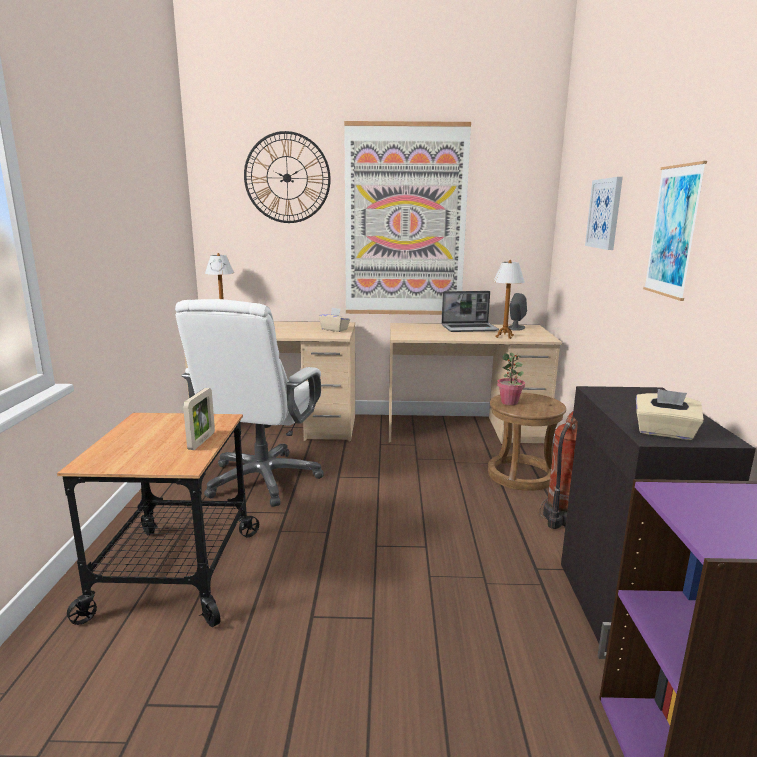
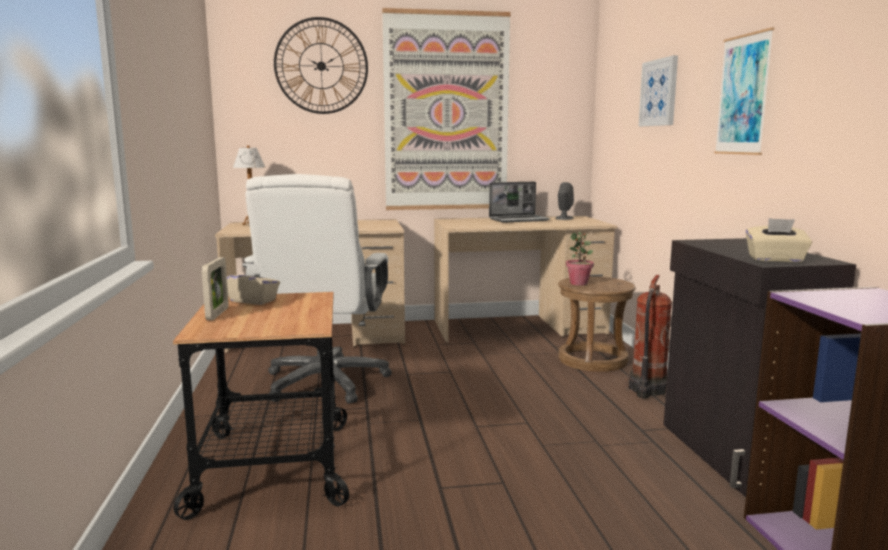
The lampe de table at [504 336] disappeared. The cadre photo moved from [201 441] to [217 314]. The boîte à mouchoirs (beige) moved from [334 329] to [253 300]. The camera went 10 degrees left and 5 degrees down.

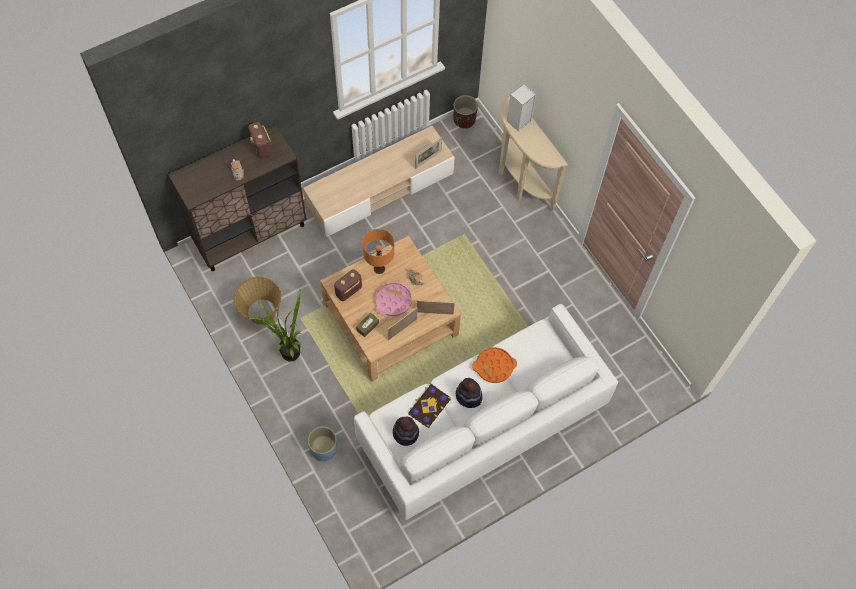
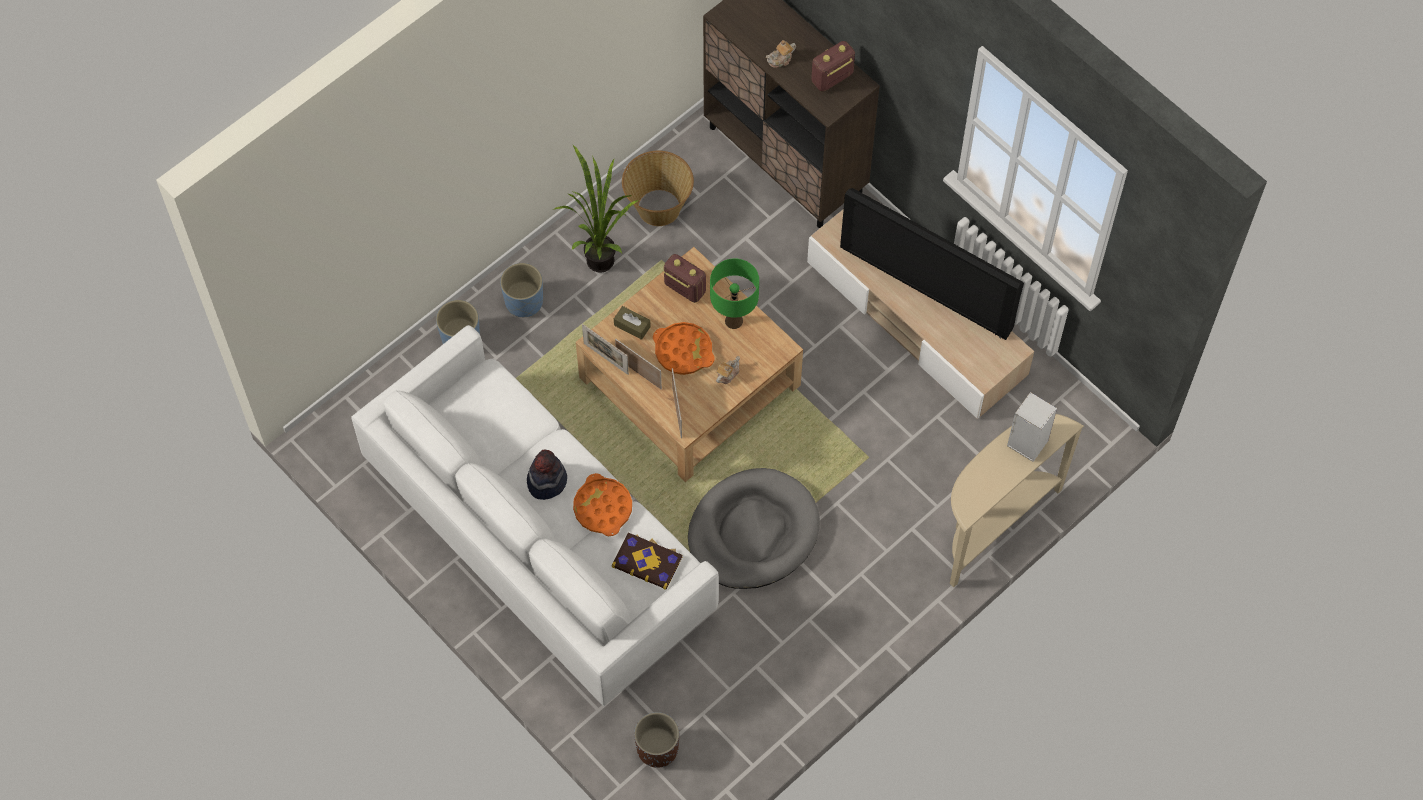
The chapeau at [406 432] disappeared. The cache-pot (bleu) at [524 302] appeared. The panier pour chien (gris) at [753 532] appeared. The téléviseur at [929 284] appeared. The livre moved from [429 406] to [647 561]. The cadre photo moved from [428 160] to [606 358]. The cache-pot (marron) moved from [464 119] to [657 748]. The lampe de table (orange) at [379 268] became the lampe de table (vert) at [734 321]. The plateau (rose) at [393 301] became the plateau (orange) at [683 351]. The camera went 80 degrees right and 0 degrees up.

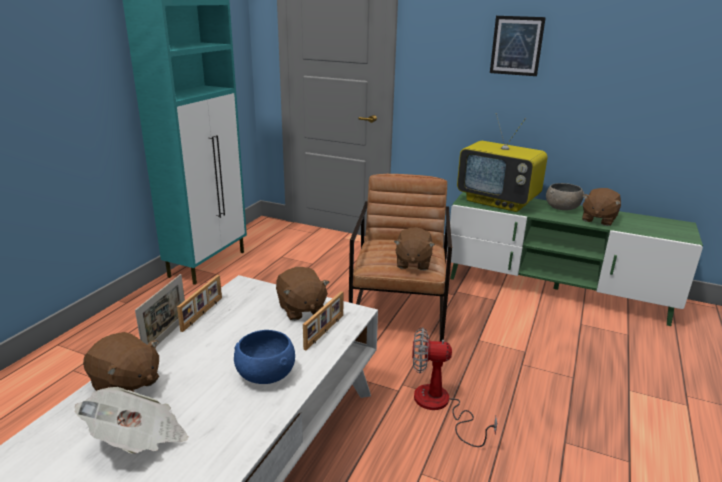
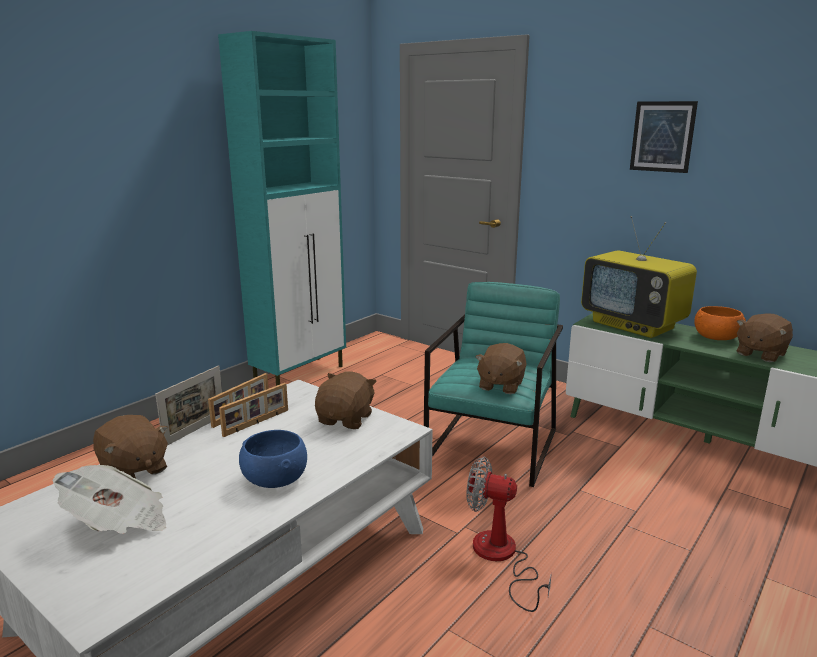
The cadre photo moved from [325 332] to [257 423]. The fauteuil (marron) at [399 311] became the fauteuil (turquoise) at [493 446]. The bol (gris) at [562 208] became the bol (orange) at [716 338]. The peluche (marron) at [301 309] turned 150 degrees counterclockwise. The camera went 15 degrees right and 5 degrees down.

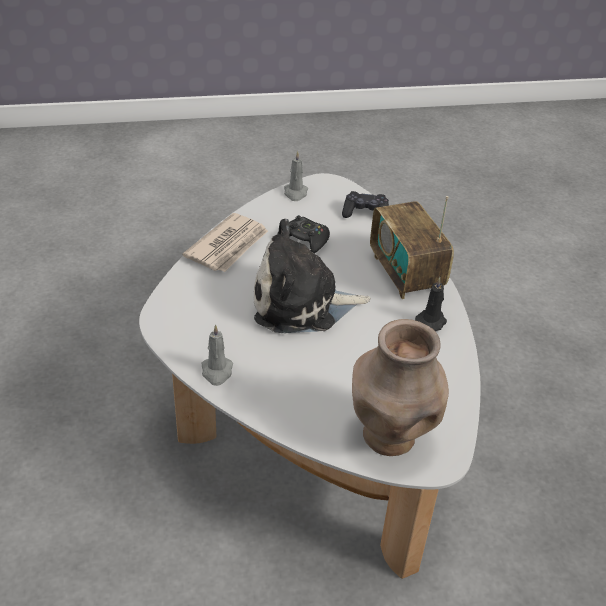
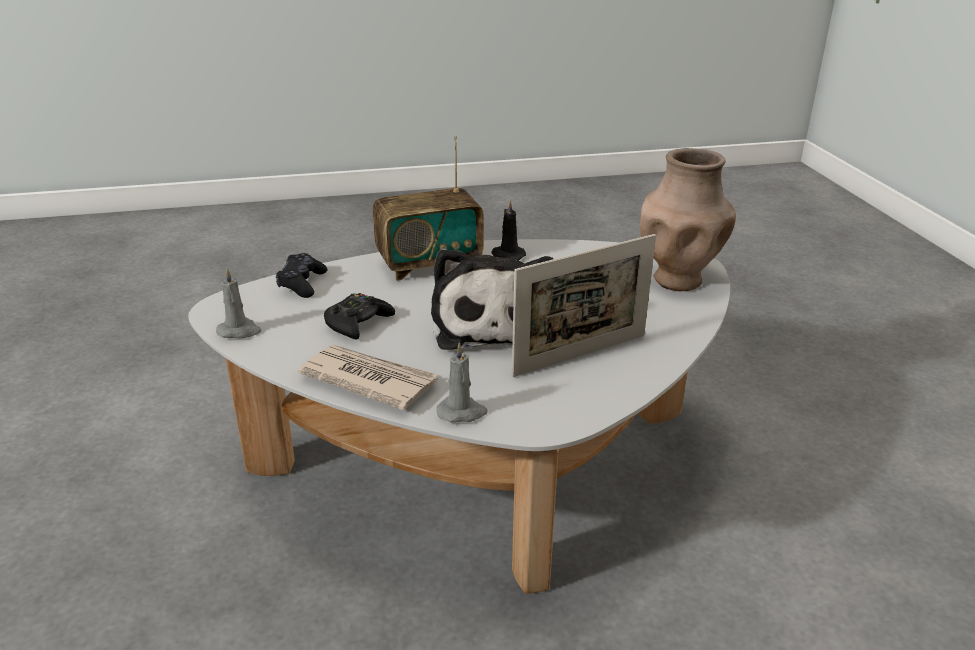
The cadre photo at [580 355] appeared. The bougie (gris) moved from [217 372] to [462 412]. The camera went 90 degrees left and 10 degrees down.

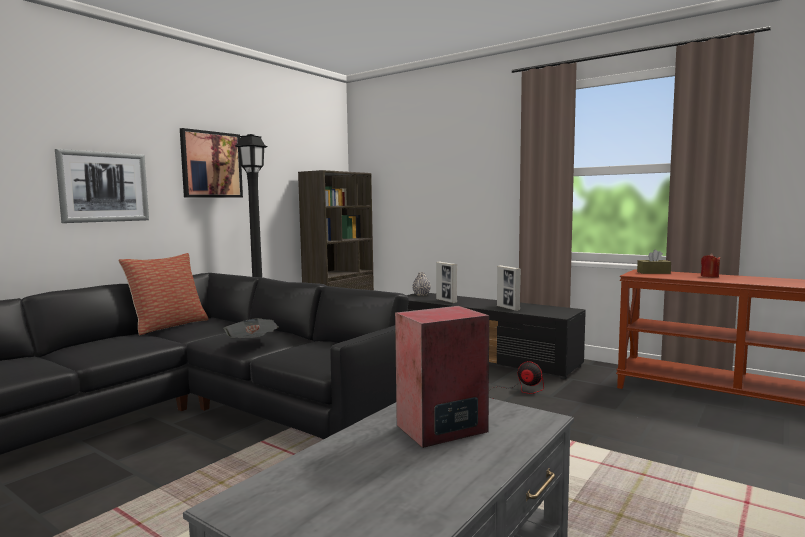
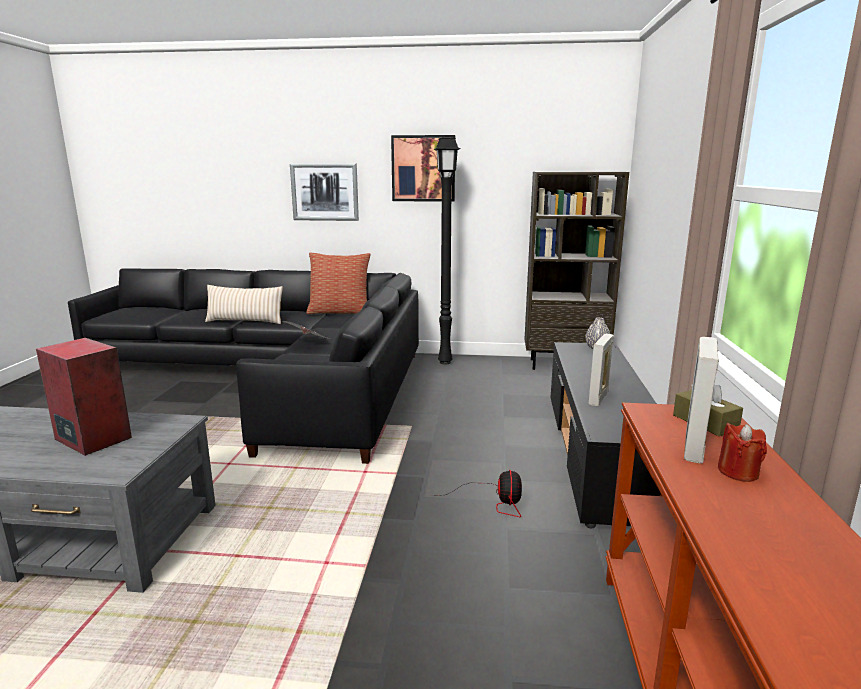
The coussin (beige) at [245 321] appeared. The cadre photo moved from [446 301] to [694 447]. The camera went 60 degrees right and 10 degrees up.

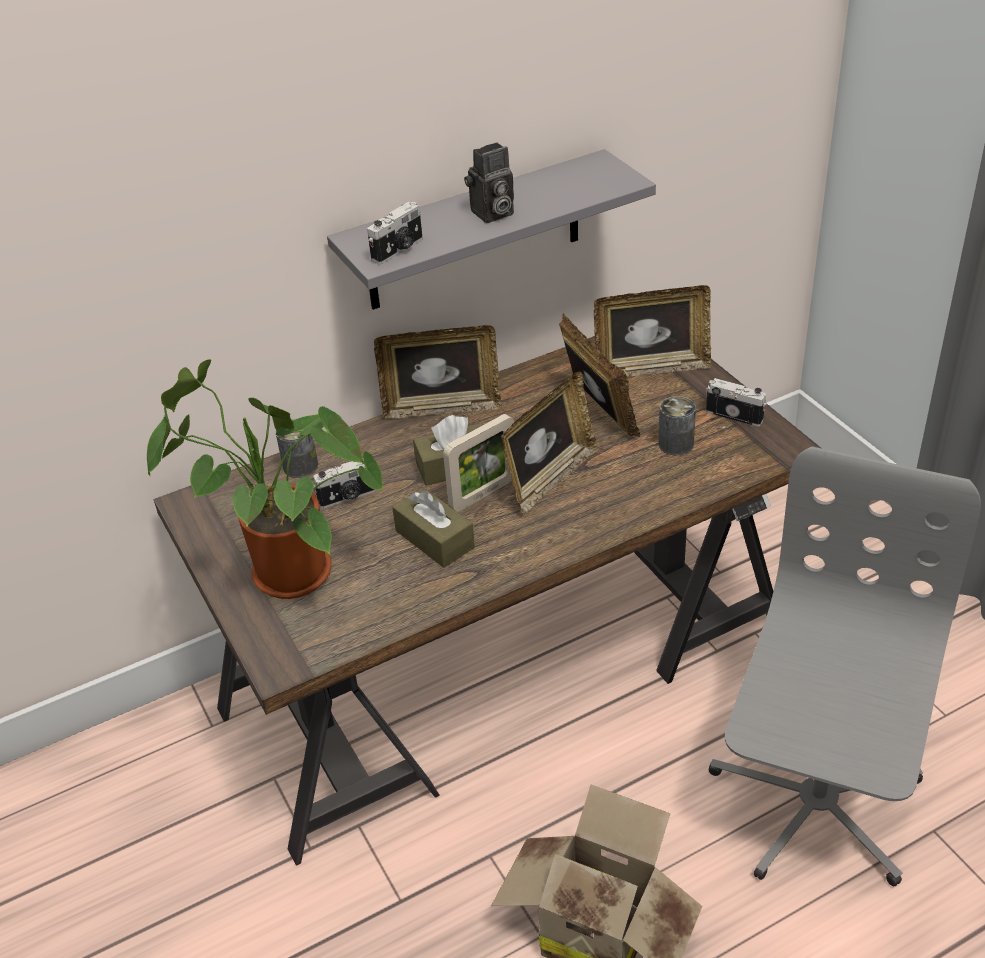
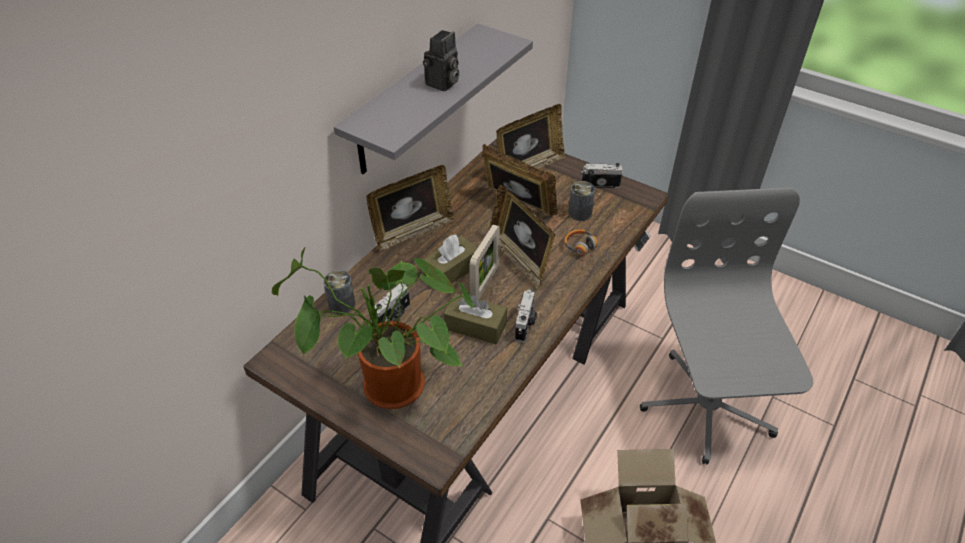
The casque audio at [587 253] appeared. The appareil photo moved from [399 250] to [525 324]. The cadre photo at [549 478] turned 135 degrees clockwise. The camera went 30 degrees left and 5 degrees up.

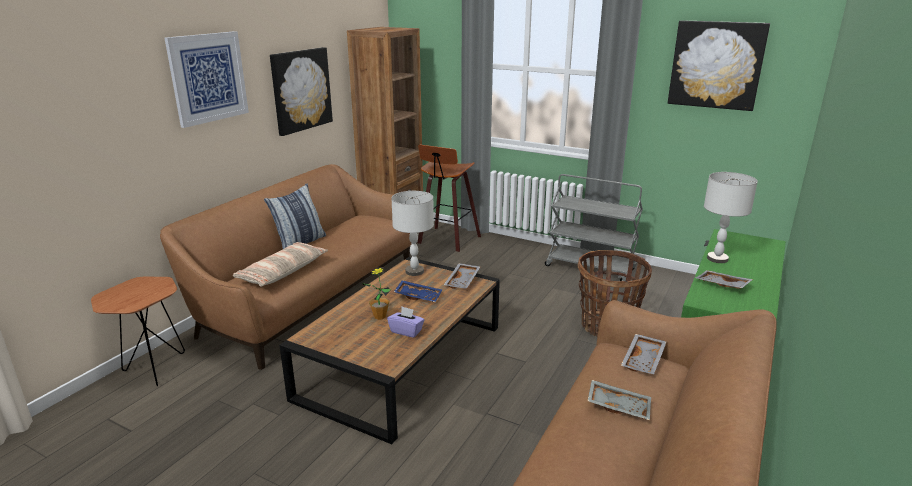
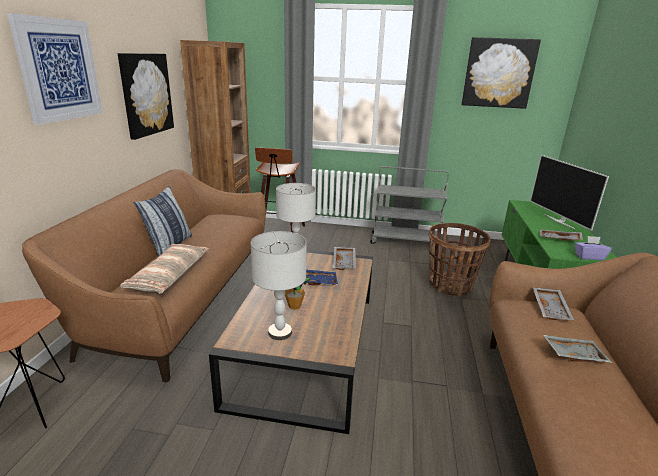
The téléviseur at [559 221] appeared. The boîte à mouchoirs (violet) moved from [406 331] to [589 257]. The lampe de table (gris) moved from [717 259] to [279 333]. The camera went 20 degrees left and 0 degrees up.

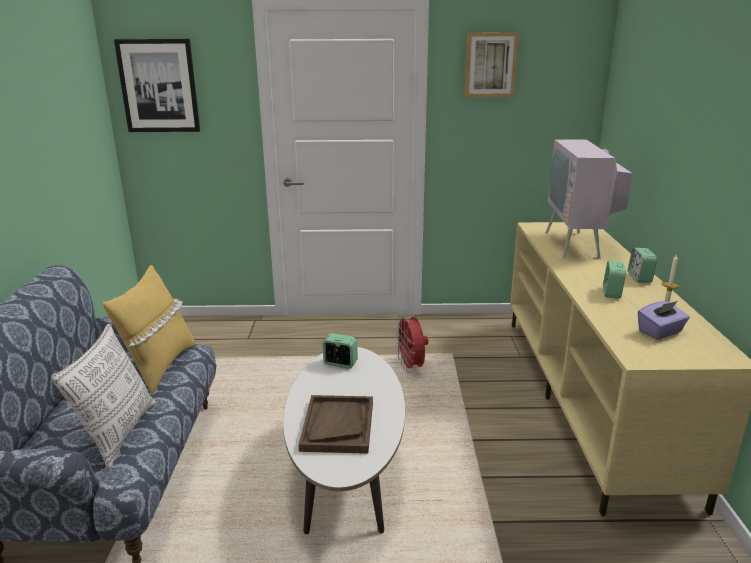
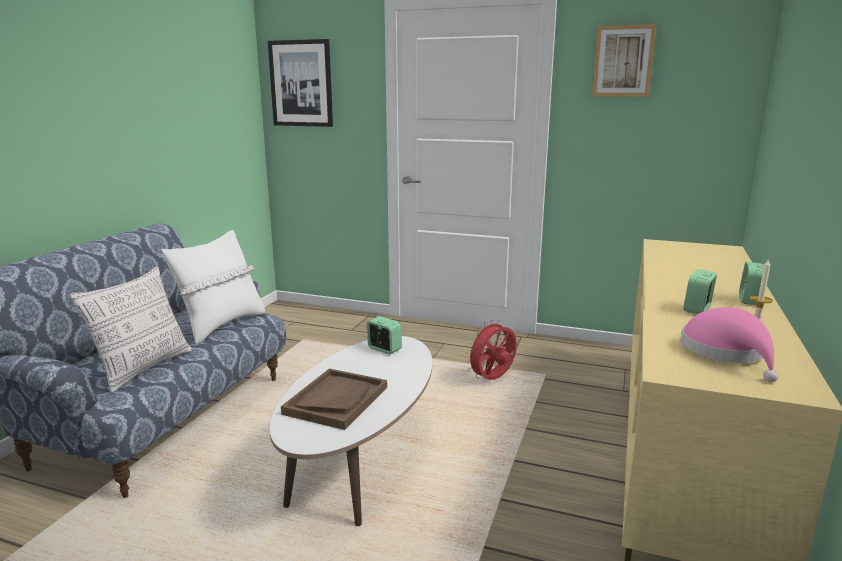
The téléviseur at [579 245] disappeared. The boîte à mouchoirs (violet) at [660 332] was replaced by the chapeau (rose) at [726 352]. The coussin (jaune) at [159 367] became the coussin (blanc) at [221 325]. The ventilateur (rouge) at [411 367] turned 45 degrees clockwise. The camera went 20 degrees right and 5 degrees down.

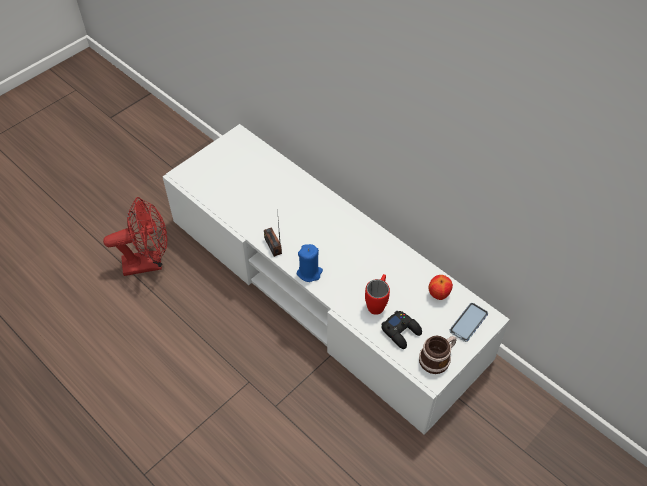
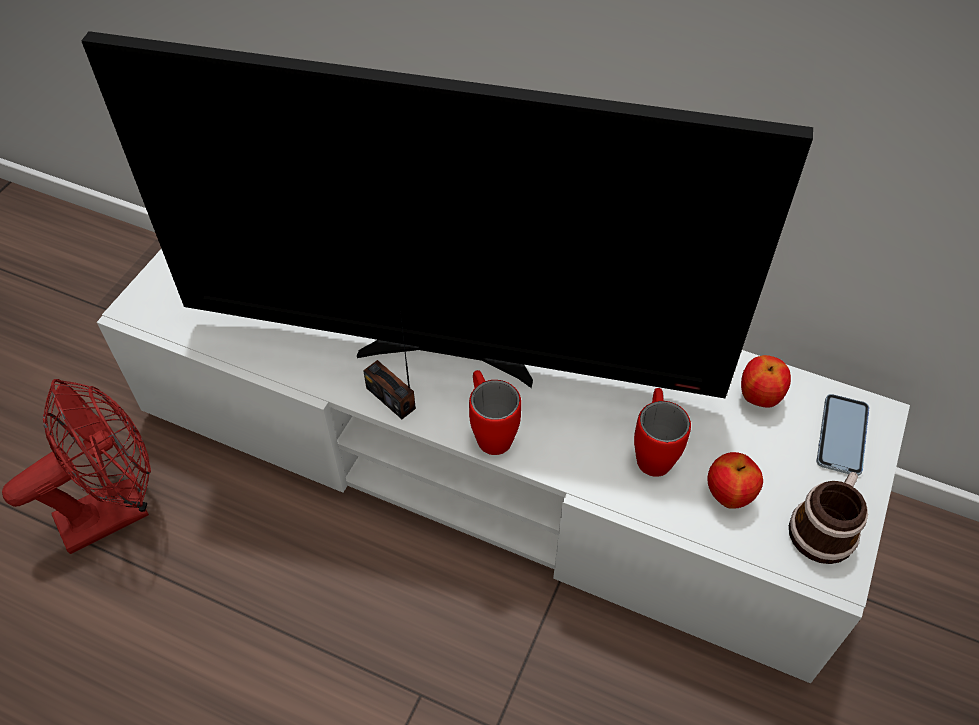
The téléviseur at [450 356] appeared. The bougie (bleu) at [309 272] was replaced by the mug (rouge) at [490 431]. The manette (noir) at [401 332] was replaced by the pomme at [728 495]. The camera went 20 degrees left and 0 degrees up.

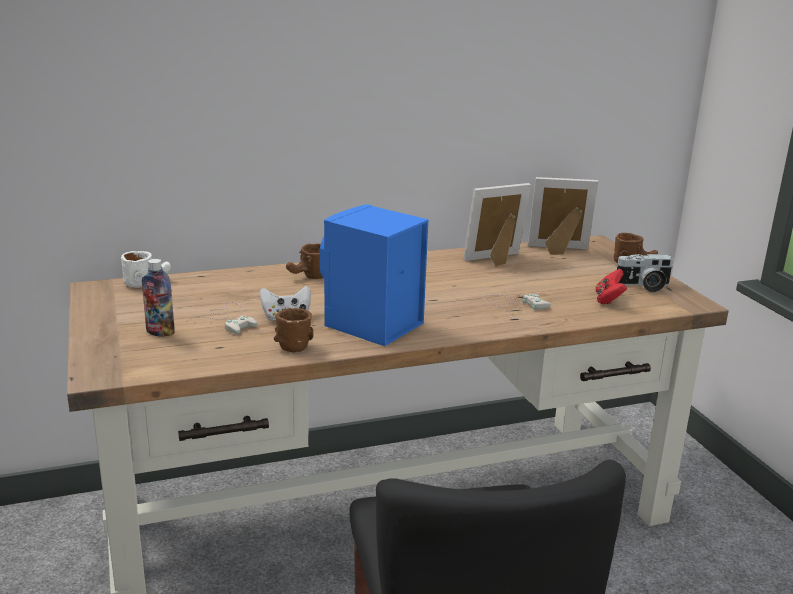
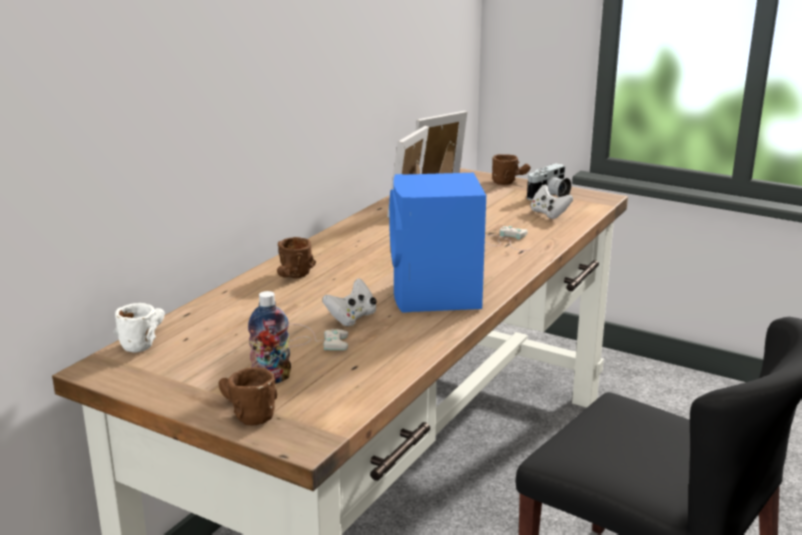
The mug (marron) moved from [291 342] to [243 413]. The manette (rouge) at [608 299] became the manette (blanc) at [549 214]. The camera went 40 degrees left and 0 degrees up.

